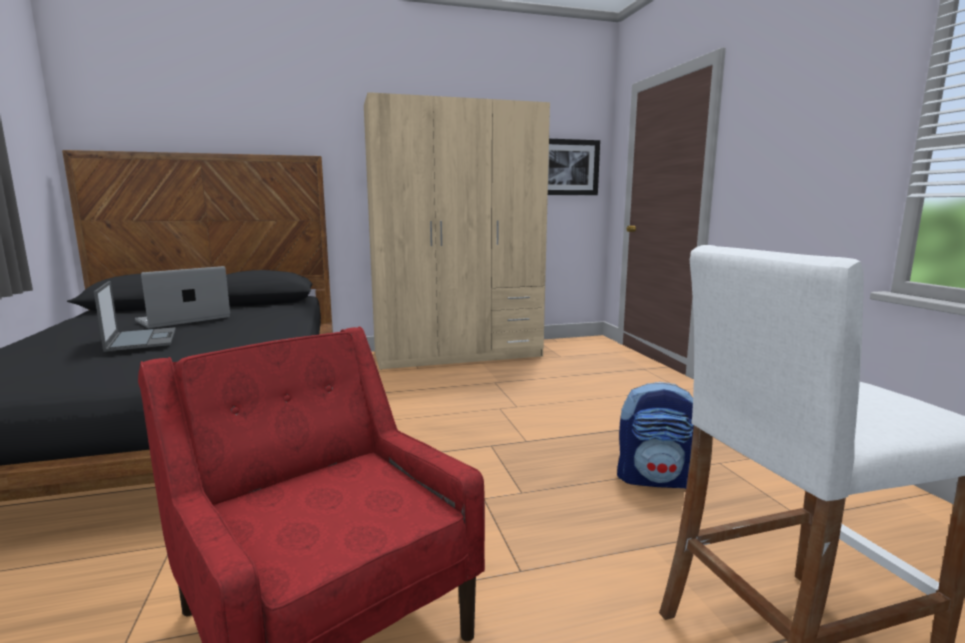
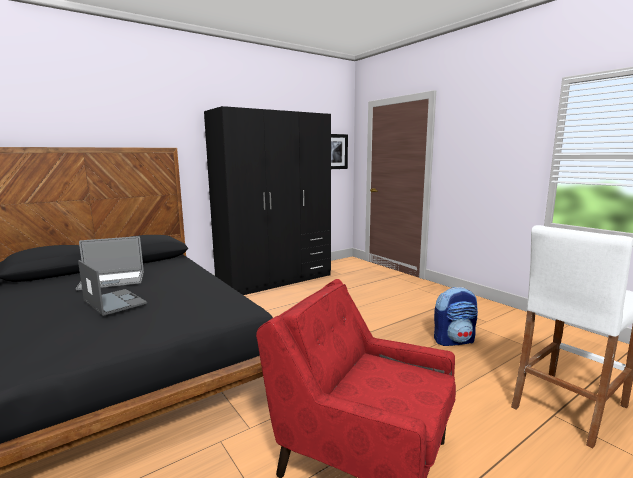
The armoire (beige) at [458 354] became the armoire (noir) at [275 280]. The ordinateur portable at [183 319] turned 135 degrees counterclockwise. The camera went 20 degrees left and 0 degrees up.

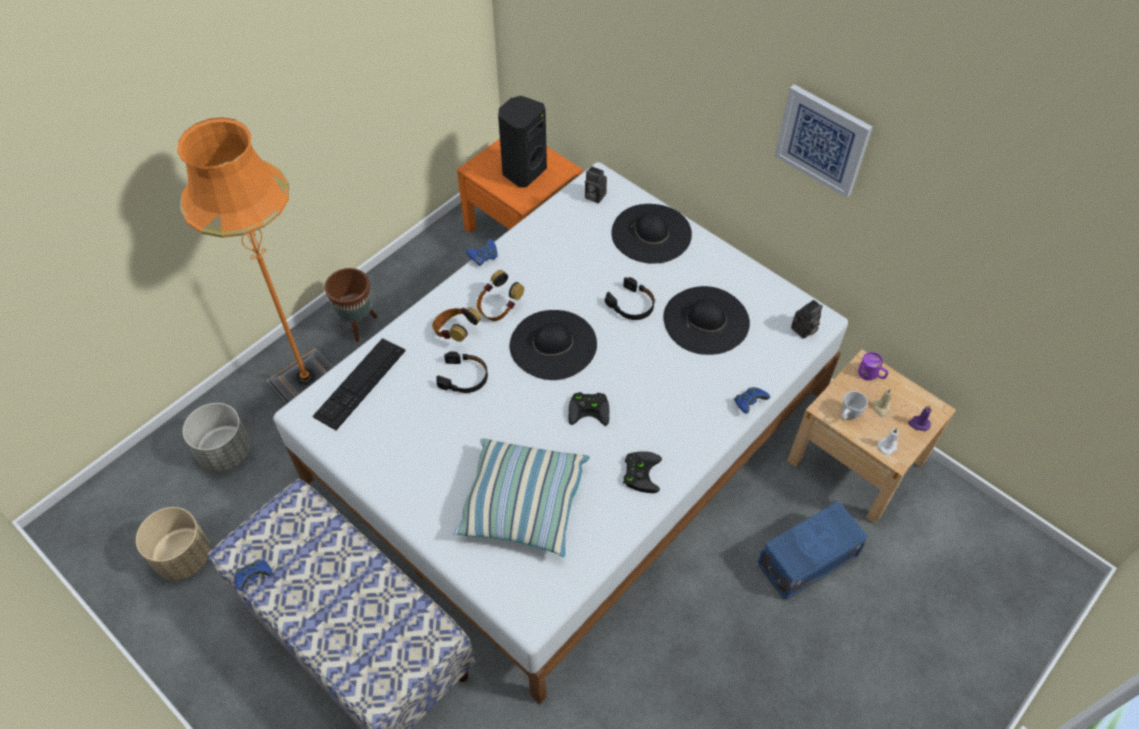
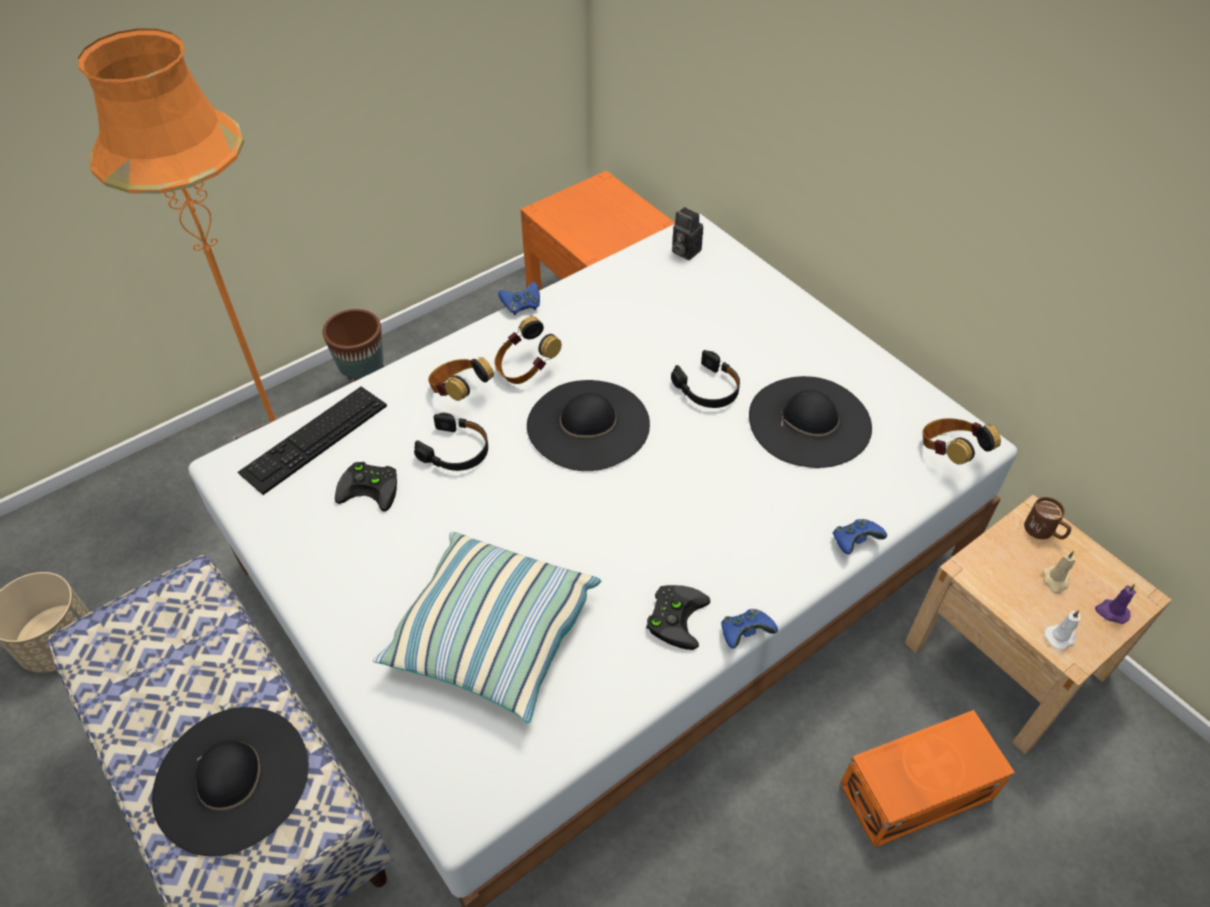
The cache-pot (gris) at [225 452] disappeared. The enceinte (noir) at [523 171] disappeared. The tableau at [822 140] disappeared. The mug (blanc) at [847 416] disappeared. The manette (bleu) moved from [254 577] to [745 634]. The manette (noir) moved from [590 409] to [372 487]. The chapeau (noir) moved from [651 233] to [232 779]. The appareil photo at [803 330] was replaced by the casque audio at [949 453]. The boîte de rangement (bleu) at [805 559] became the boîte de rangement (orange) at [913 790]. The mug (violet) at [871 375] became the mug (marron) at [1044 532]. The camera went 10 degrees right and 5 degrees down.

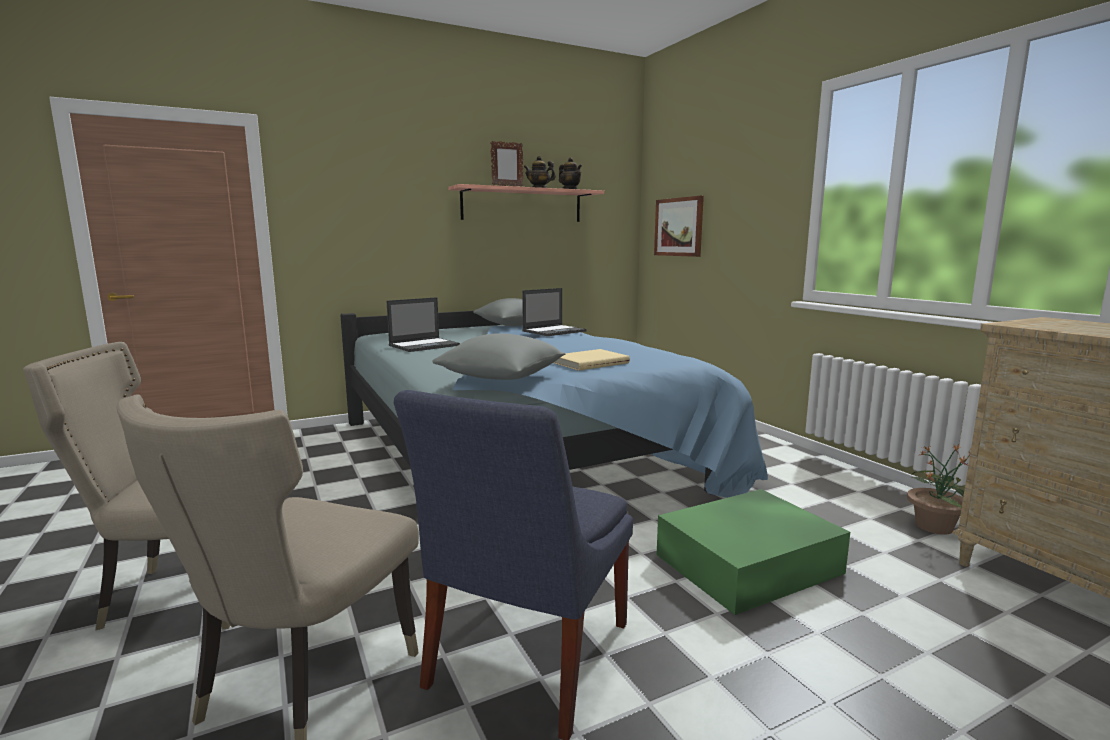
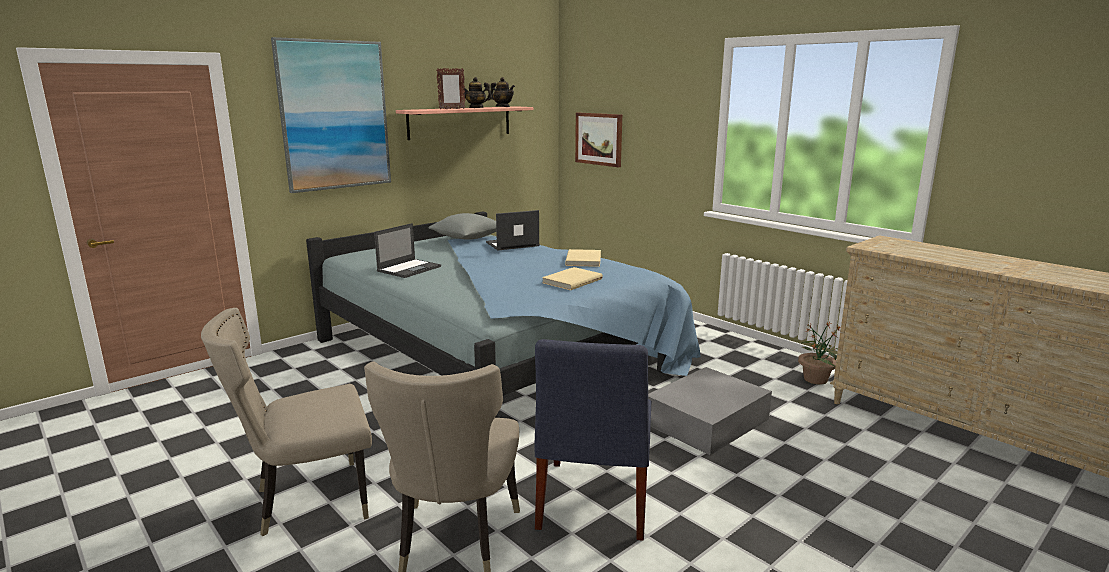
The coussin (gris) at [502 378] disappeared. The tableau at [334 115] appeared. The livre (beige) at [584 260] appeared. The boîte de rangement (vert) at [750 564] became the boîte de rangement (gris) at [708 421]. The ordinateur portable at [554 331] turned 150 degrees counterclockwise. The camera went 15 degrees left and 5 degrees up.

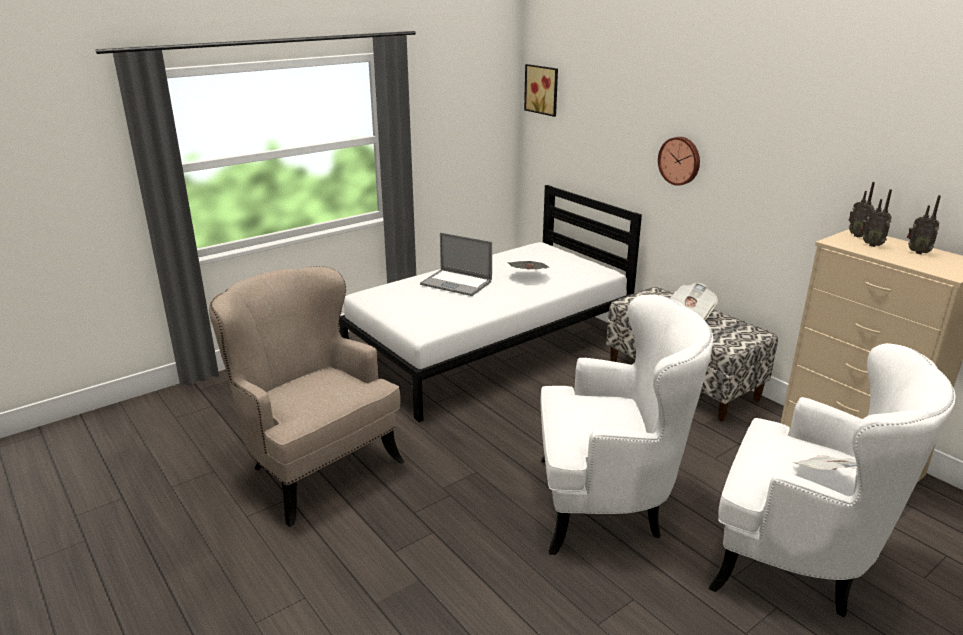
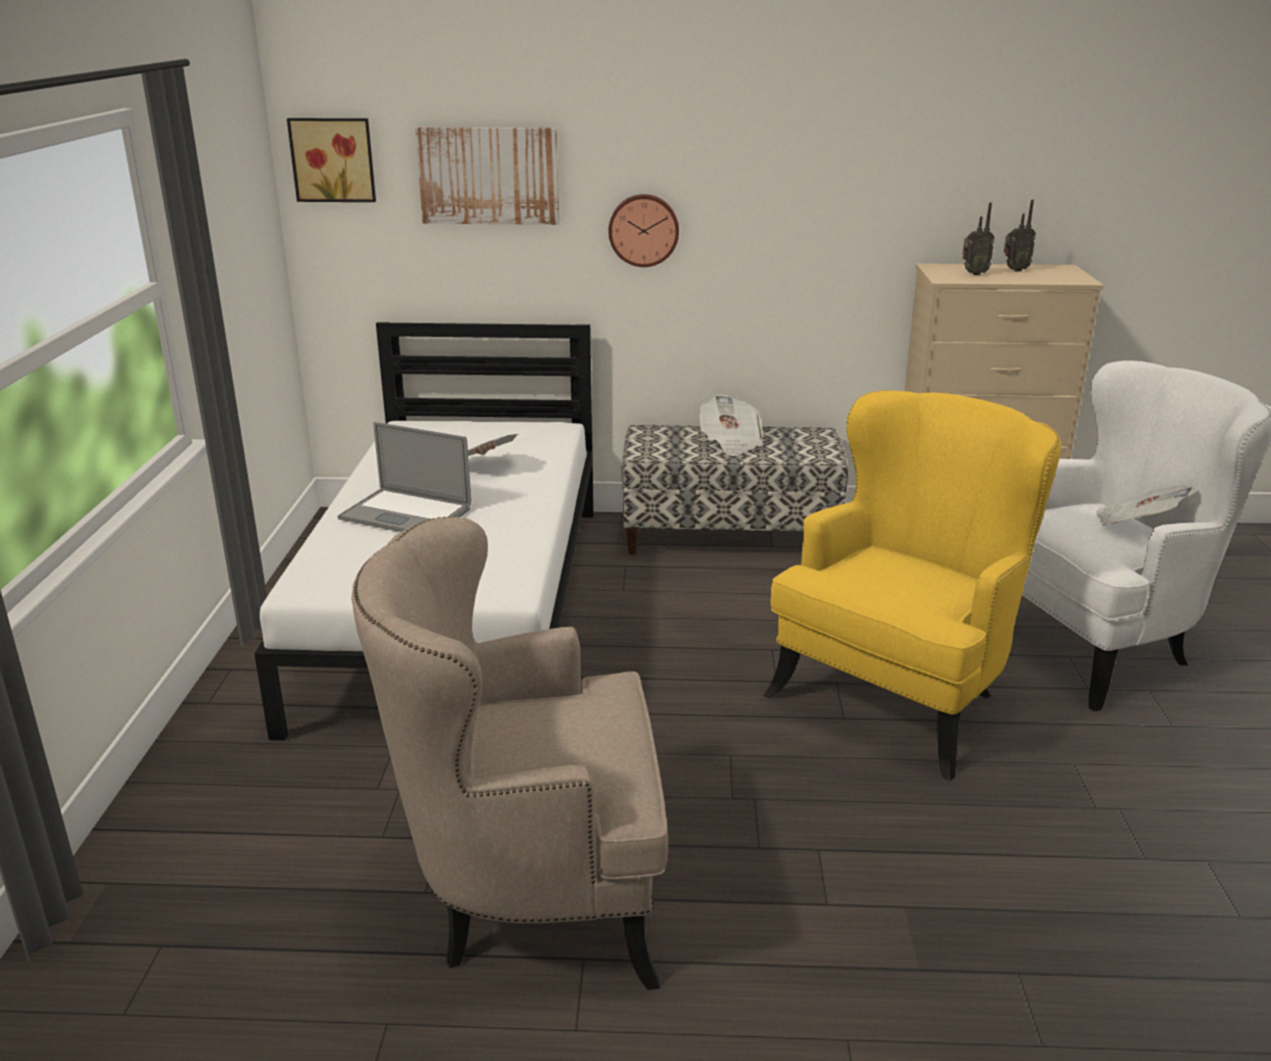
The radio at [858 235] disappeared. The tableau at [489 175] appeared. The fauteuil (blanc) at [607 503] became the fauteuil (jaune) at [898 696]. The ordinateur portable at [456 283] turned 45 degrees clockwise. The camera went 50 degrees left and 0 degrees up.

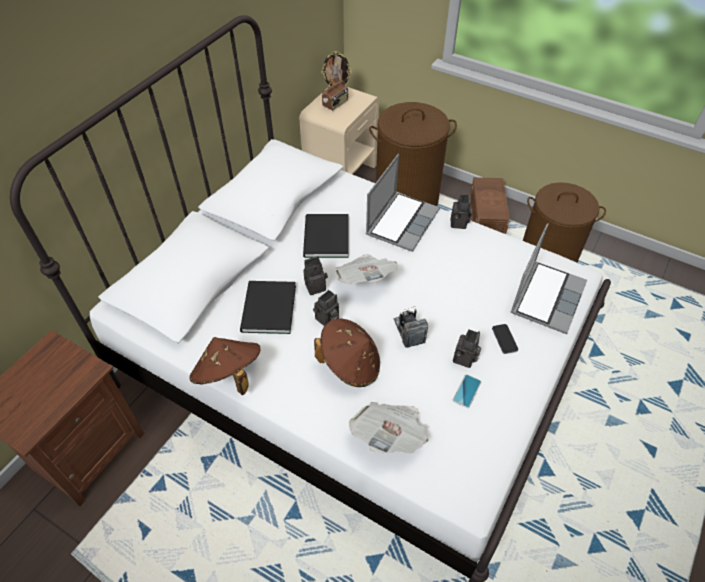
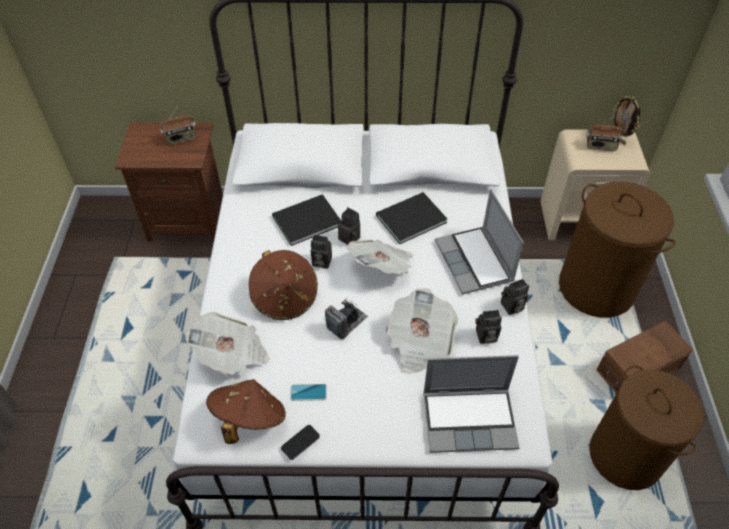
The radio at [181 138] appeared. The journal at [419 343] appeared. The chapeau (marron) moved from [229 376] to [249 418]. The appareil photo moved from [465 359] to [485 337]. The téléphone moved from [504 339] to [300 442]. The ordinateur portable at [402 221] turned 75 degrees clockwise. The camera went 60 degrees right and 0 degrees up.

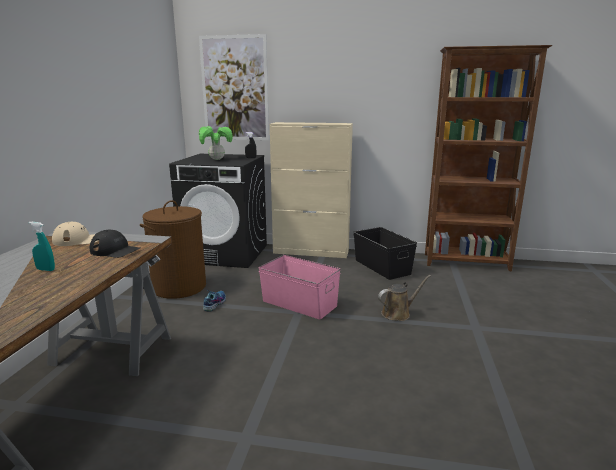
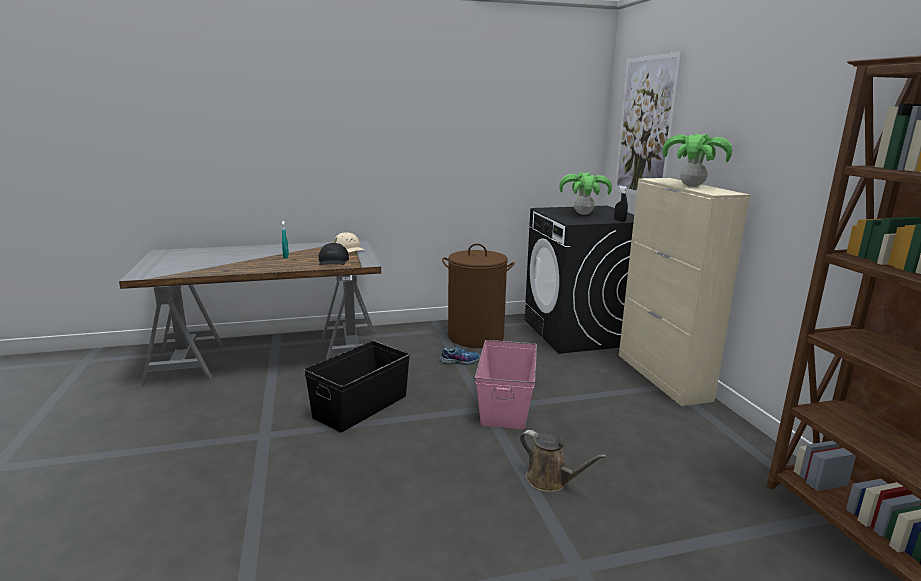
The plante en pot at [692 186] appeared. The boîte de rangement (noir) moved from [382 267] to [360 406]. The camera went 65 degrees right and 0 degrees up.

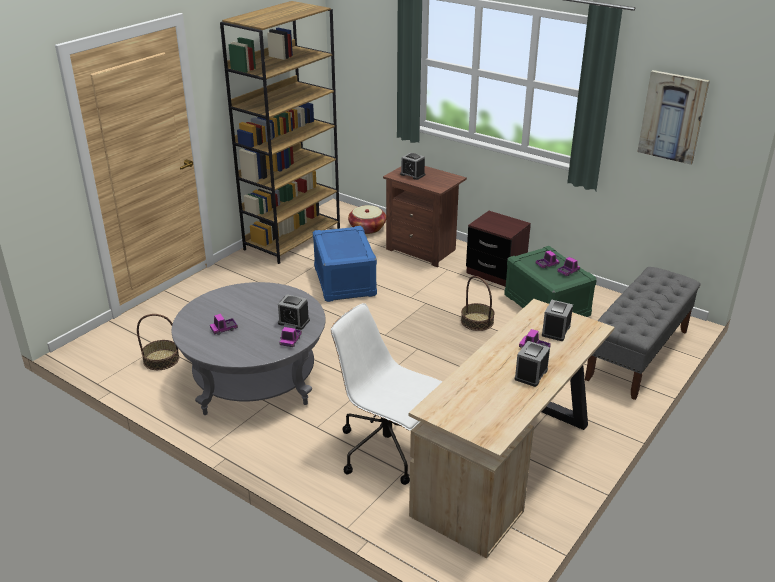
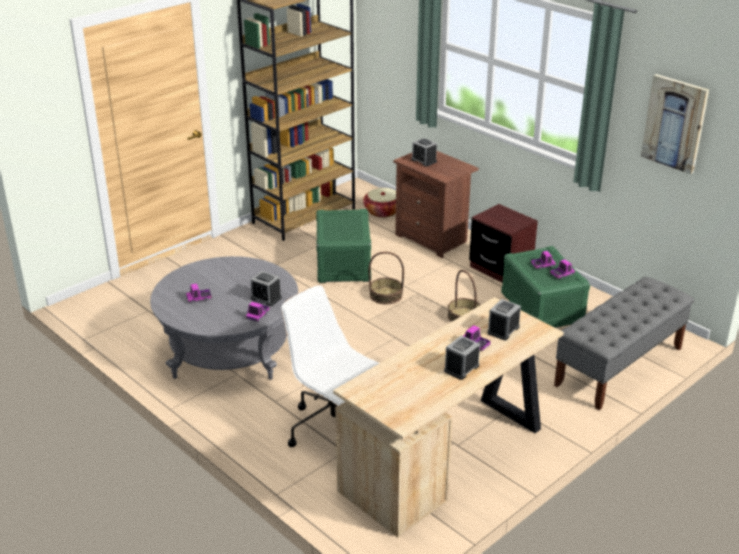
The panier moved from [161 359] to [386 295]. The boîte de rangement (bleu) at [344 281] became the boîte de rangement (vert) at [343 264]. The camera went 10 degrees right and 0 degrees up.

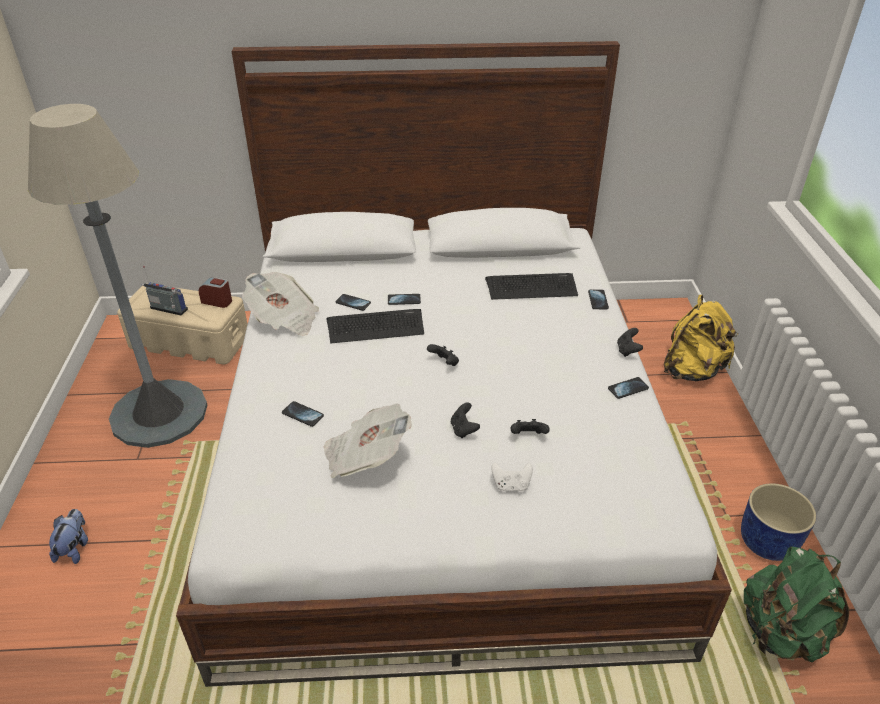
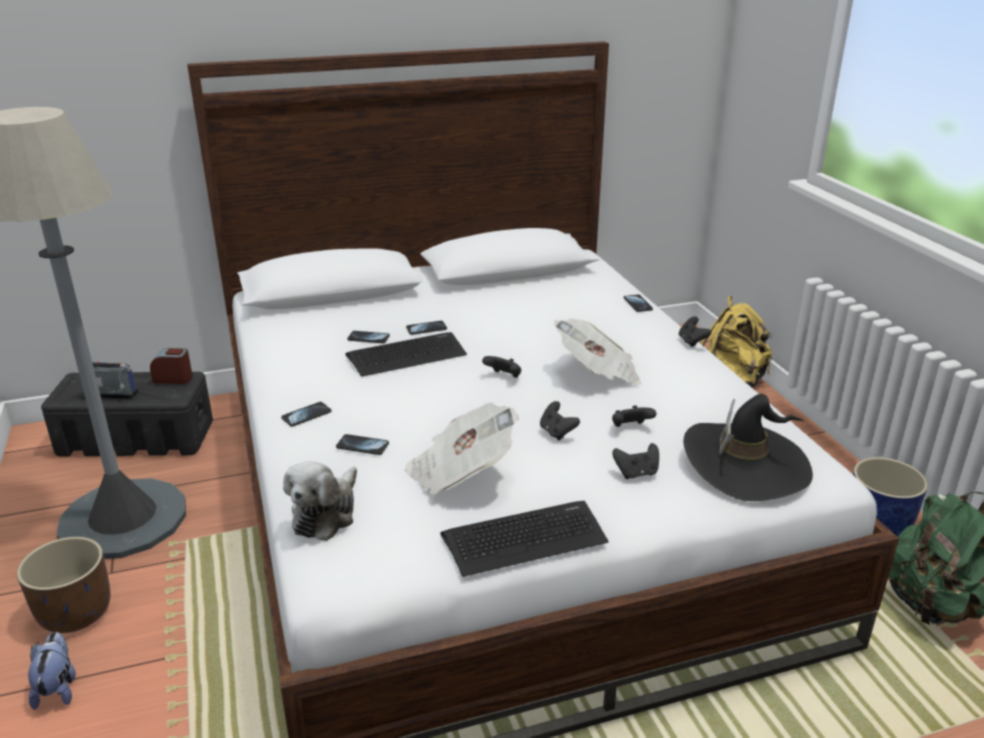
The cache-pot (marron) at [76 612] appeared. The peluche at [326 513] appeared. The chapeau (noir) at [745 464] appeared. The journal moved from [284 319] to [598 373]. The clavier moved from [531 287] to [525 538]. The téléphone moved from [628 389] to [306 415]. The boîte de rangement (beige) at [189 341] became the boîte de rangement (noir) at [135 438]. The manette (blanc) at [511 485] became the manette (noir) at [636 473]. The camera went 15 degrees left and 10 degrees down.

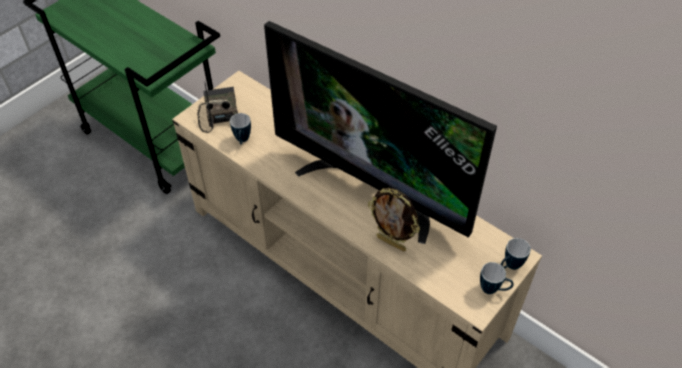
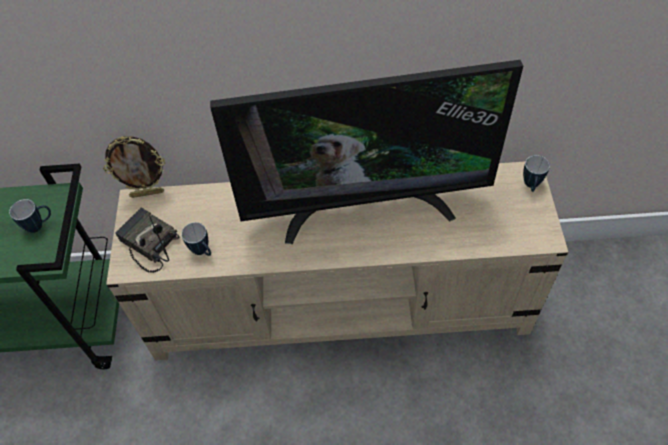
The cadre photo moved from [391 243] to [147 193]. The mug moved from [493 290] to [39 225]. The camera went 40 degrees left and 5 degrees up.

